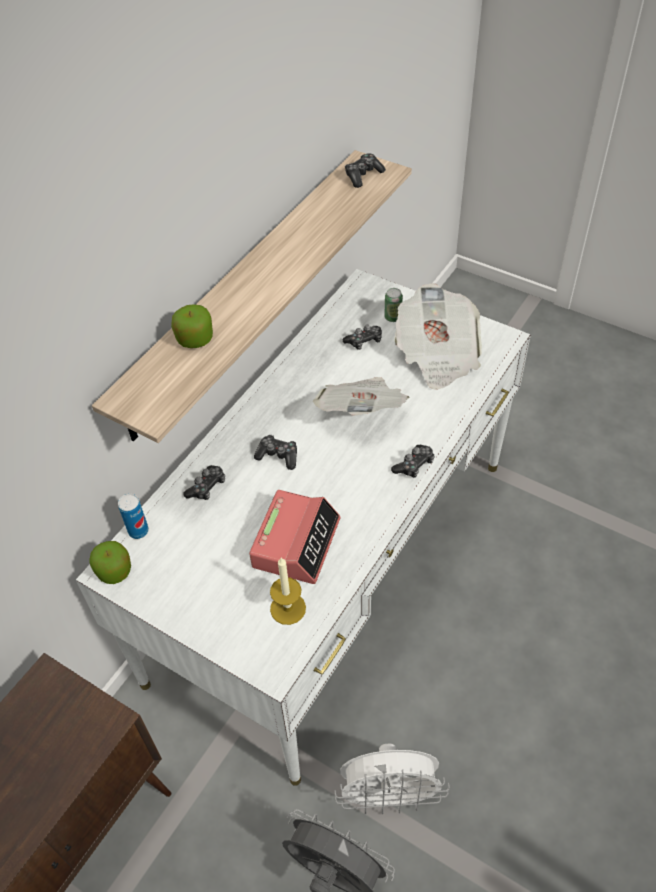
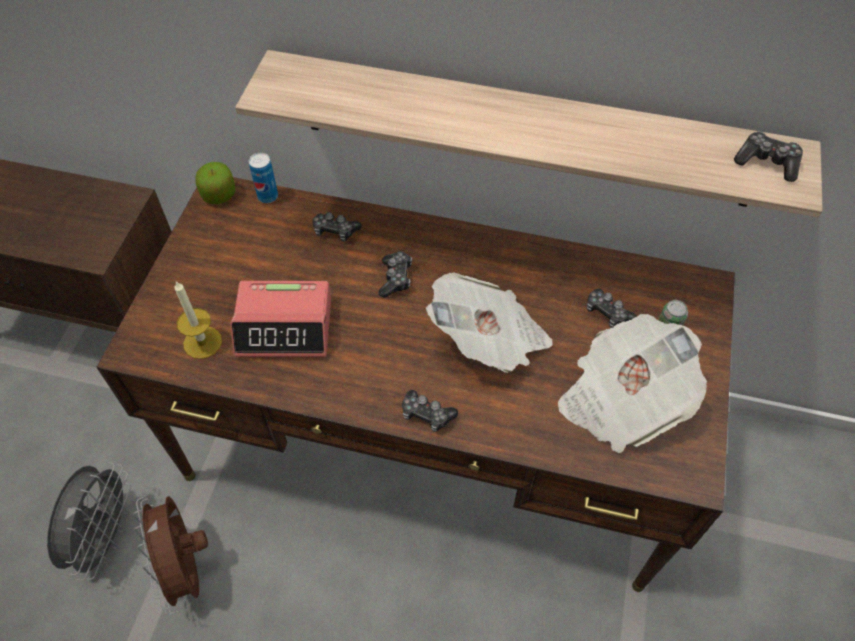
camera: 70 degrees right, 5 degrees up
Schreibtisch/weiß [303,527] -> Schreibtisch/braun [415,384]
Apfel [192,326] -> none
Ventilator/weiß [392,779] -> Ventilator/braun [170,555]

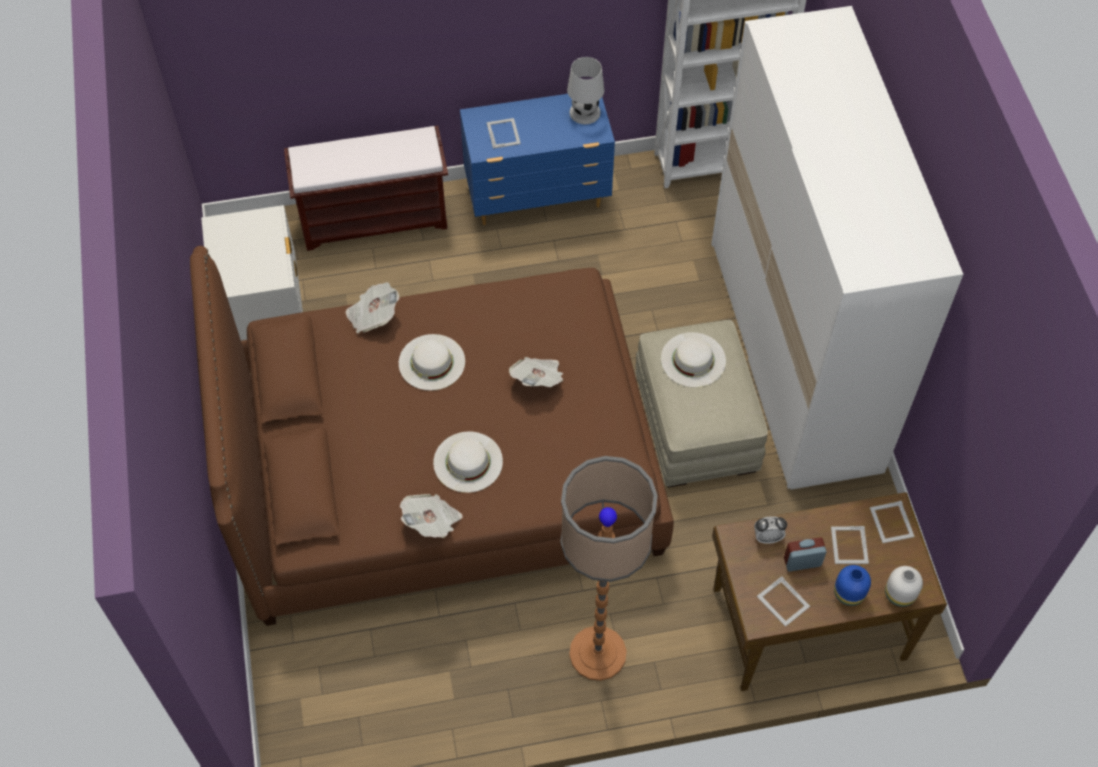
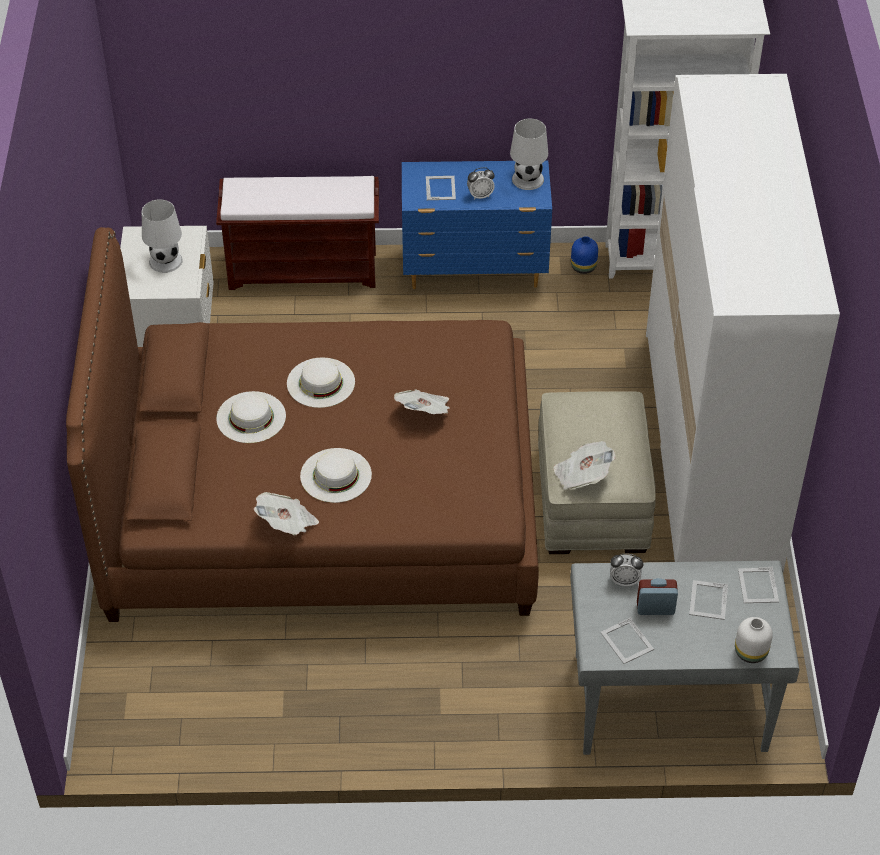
camera: 10 degrees right, 10 degrees down
Zeitung [372,308] -> Zeitung [584,465], moved
Stehlampe [609,568] -> none
Hut/weiß [693,359] -> Hut/weiß [251,417], moved
Schreibtisch/braun [829,591] -> Schreibtisch/grau [684,658]
Vase/blau [852,585] -> Vase/blau [584,255], moved
none -> Tischlampe/weiß [162,236]
none -> Wecker [481,183]

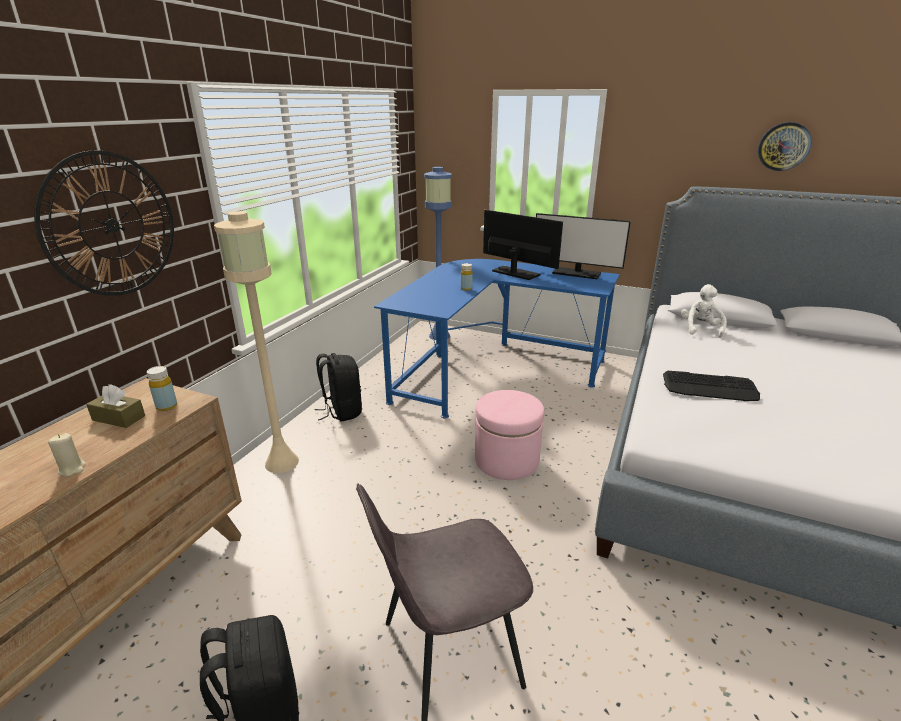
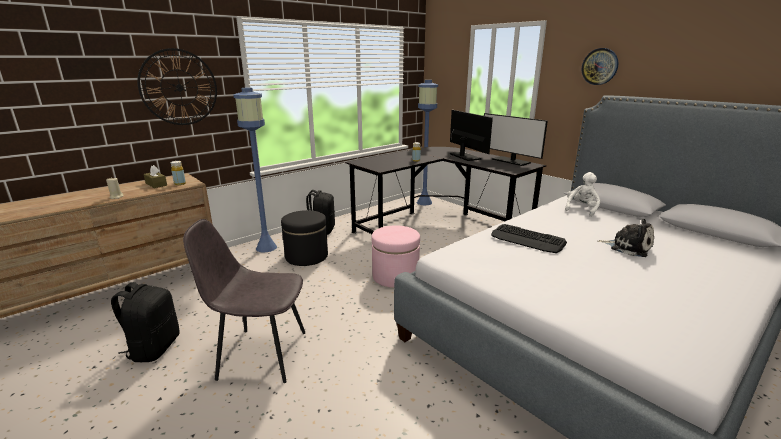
camera: 25 degrees right, 5 degrees down
Stehlampe/beige [256,342] -> Stehlampe/blau [255,170]
Schreibtisch/blau [496,338] -> Schreibtisch/schwarz [446,190]
Wanduhr [785,146] -> Wanduhr [600,66], moved
none -> Polsterhocker/schwarz [304,238]
none -> Plüschtier [626,238]

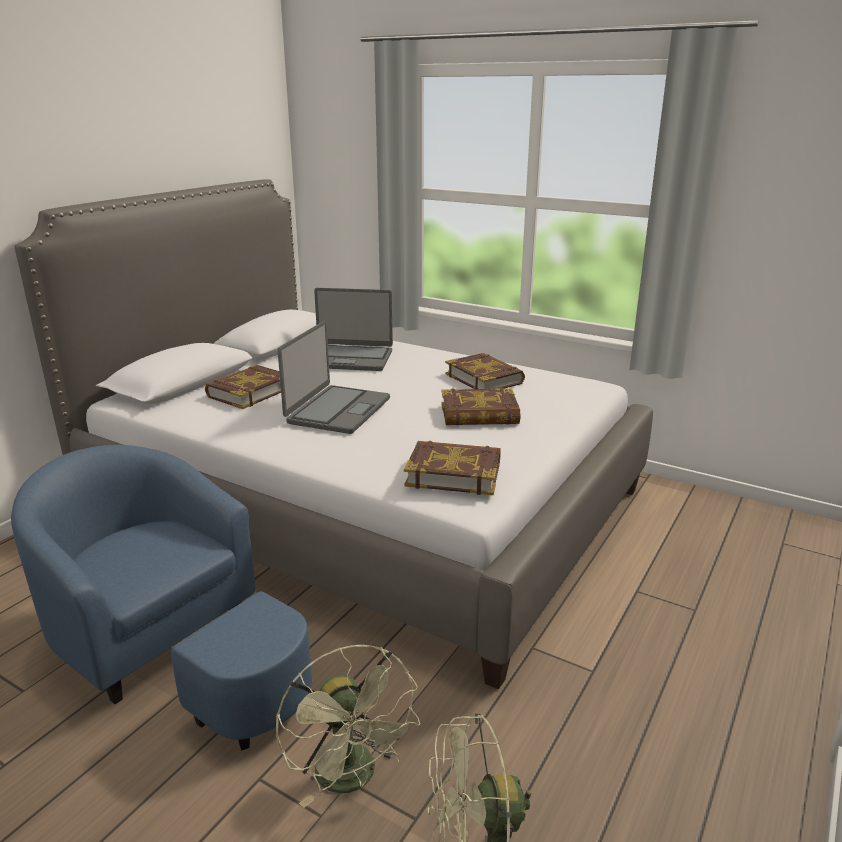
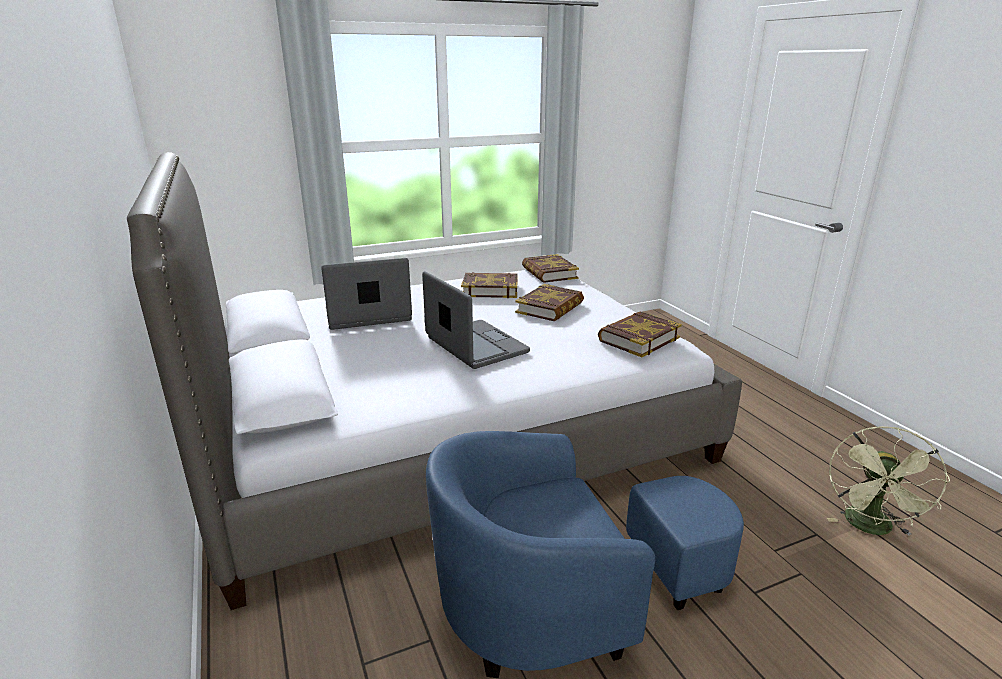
camera: 55 degrees left, 0 degrees up
Buch [243,387] -> Buch [550,268], moved
Ventilator/grün [348,726] -> none
Laptop [353,329] -> Laptop [366,294], 150 degrees counterclockwise

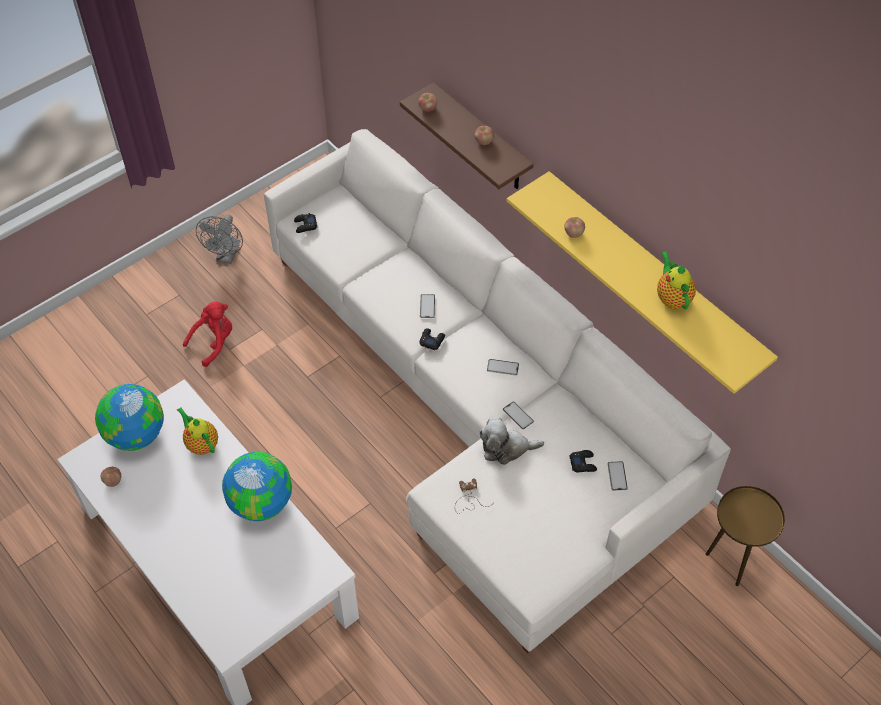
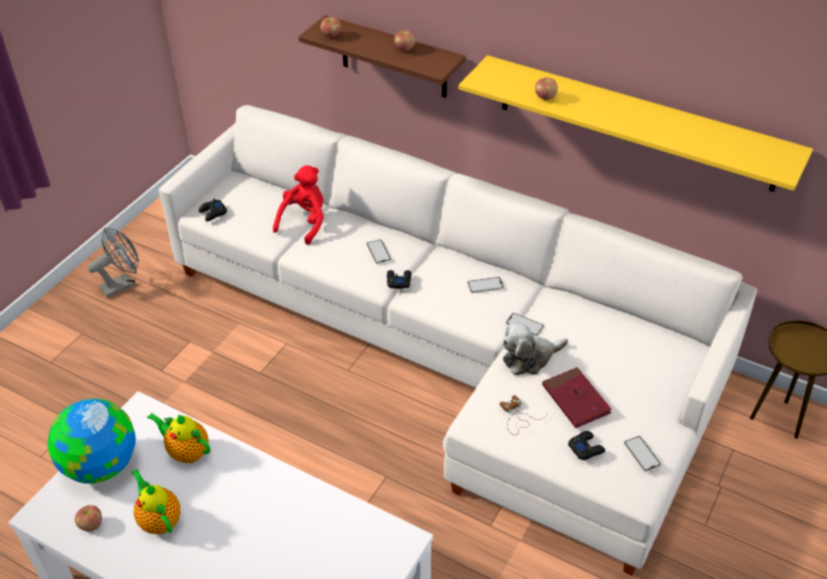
camera: 20 degrees left, 10 degrees down
Plüschtier/rot [207,334] -> Plüschtier/rot [298,205], moved
Ventilator/grau [219,239] -> Ventilator/grau [113,262], 120 degrees counterclockwise
Globus [257,486] -> none
Gamepad/schwarz [583,461] -> Gamepad/schwarz [586,445], moved
Handy [618,476] -> Handy [642,453], moved
Teekanne [676,280] -> Teekanne [155,501], moved
none -> Buch/rot [577,397]

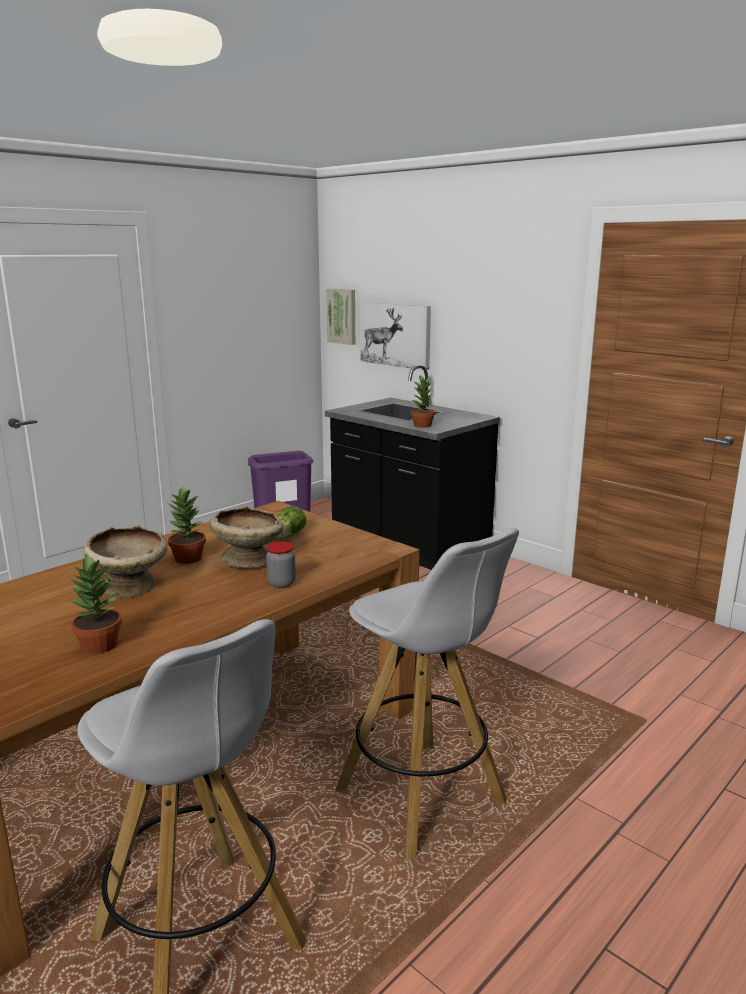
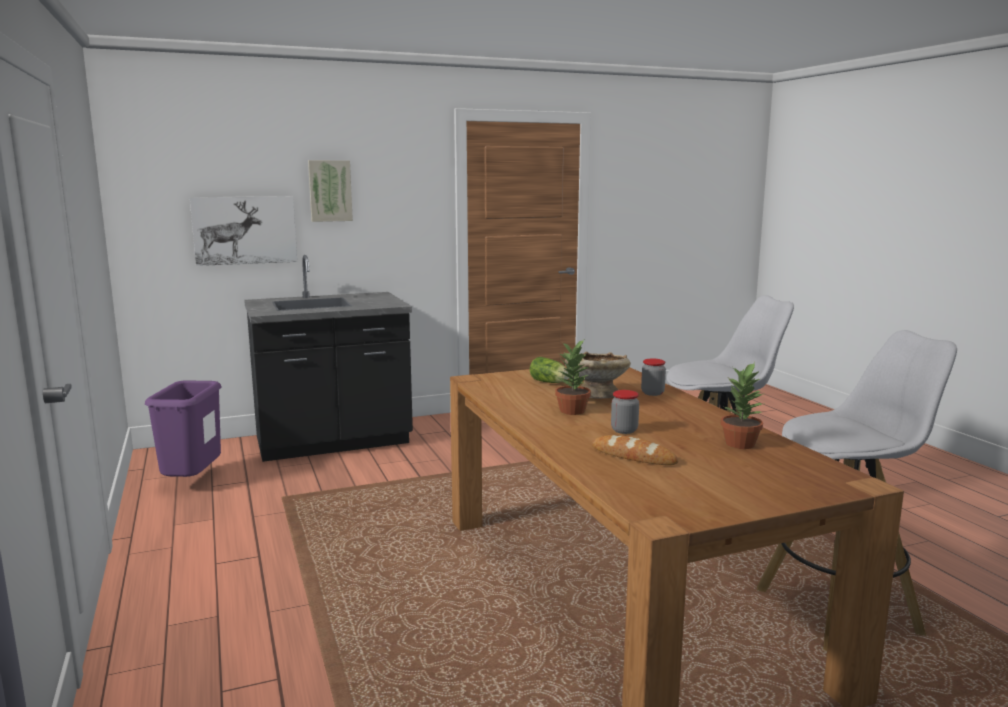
camera: 65 degrees left, 5 degrees down
Schüssel/beige [125,561] -> Vorratsglas [625,412]
Bild [340,317] -> Bild [330,191], moved
Topfpflanze [423,401] -> none
none -> Brot [635,450]

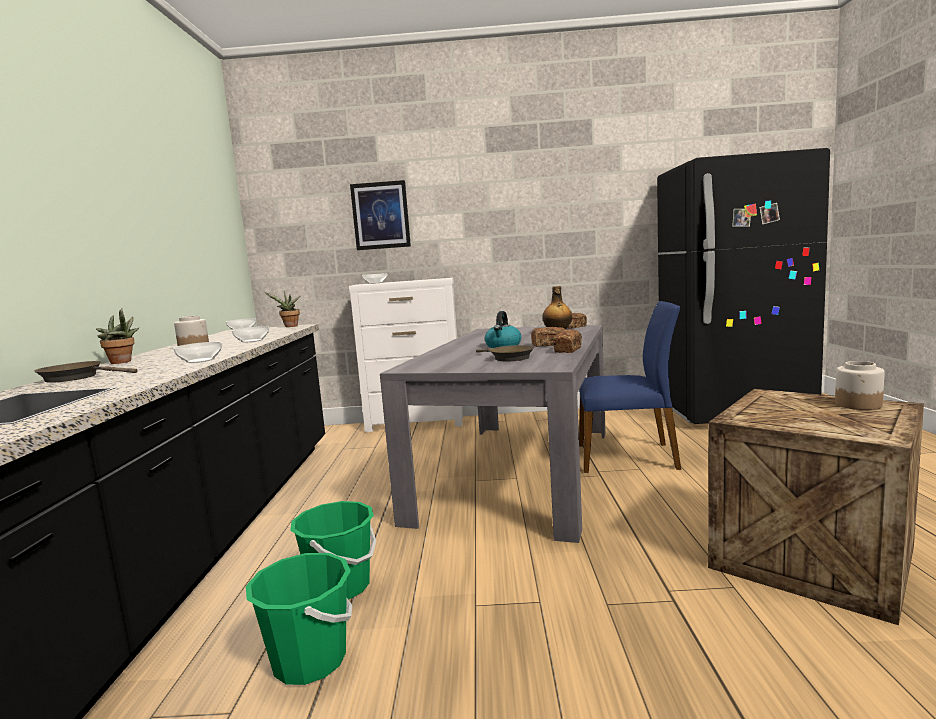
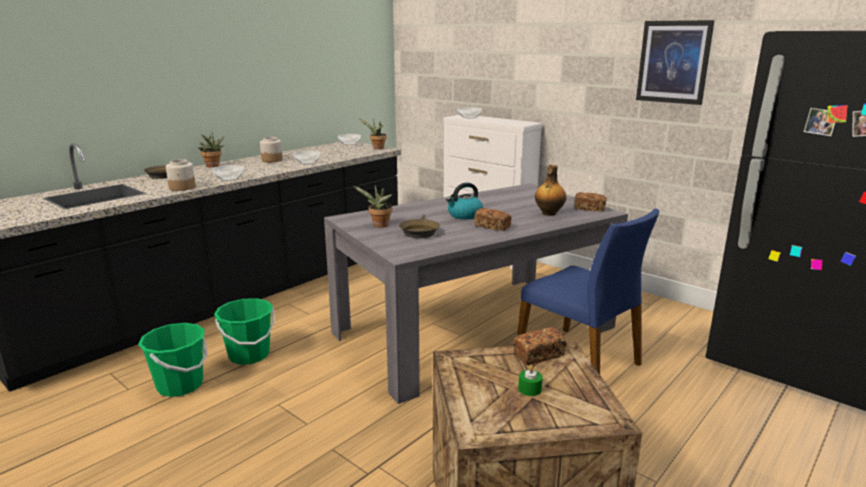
camera: 40 degrees right, 10 degrees up
Bild [380,215] -> Bild [675,62], moved
Brot [567,341] -> Brot [539,346], moved
Vorratsglas [860,385] -> Vorratsglas [181,175], moved
none -> Topfpflanze [372,206]
none -> Kerze/grün [530,380]

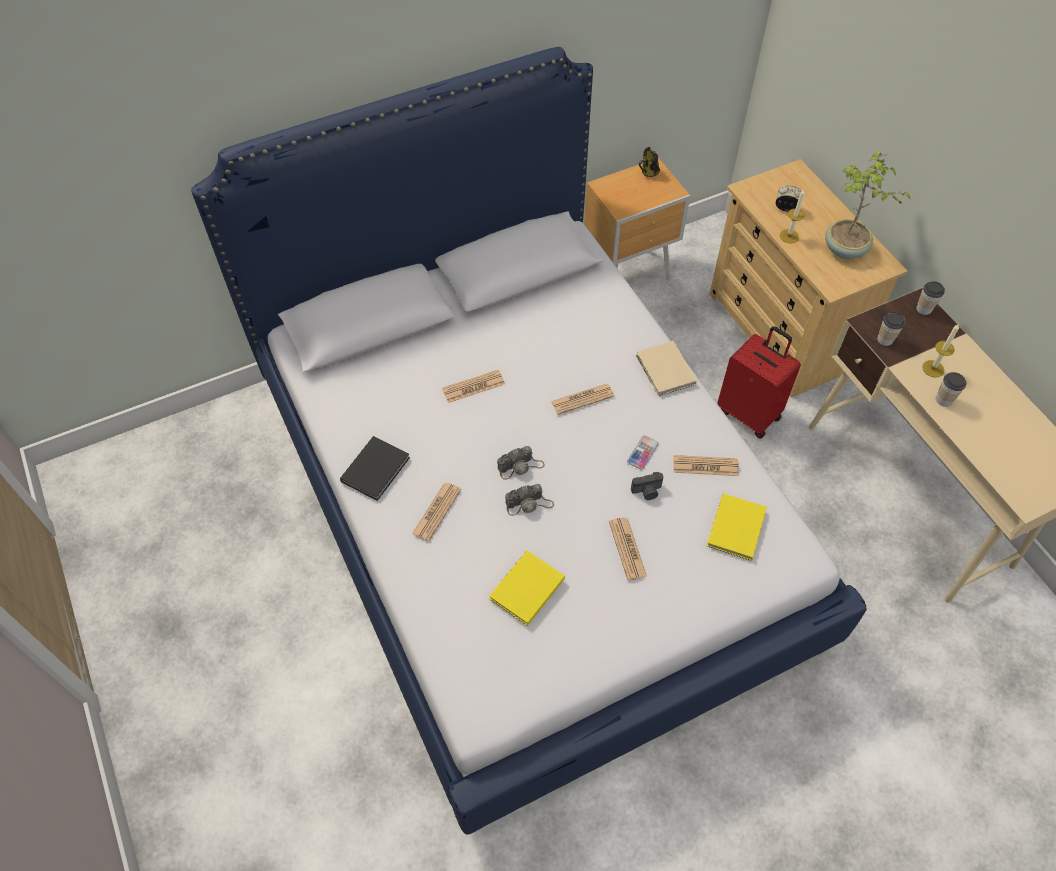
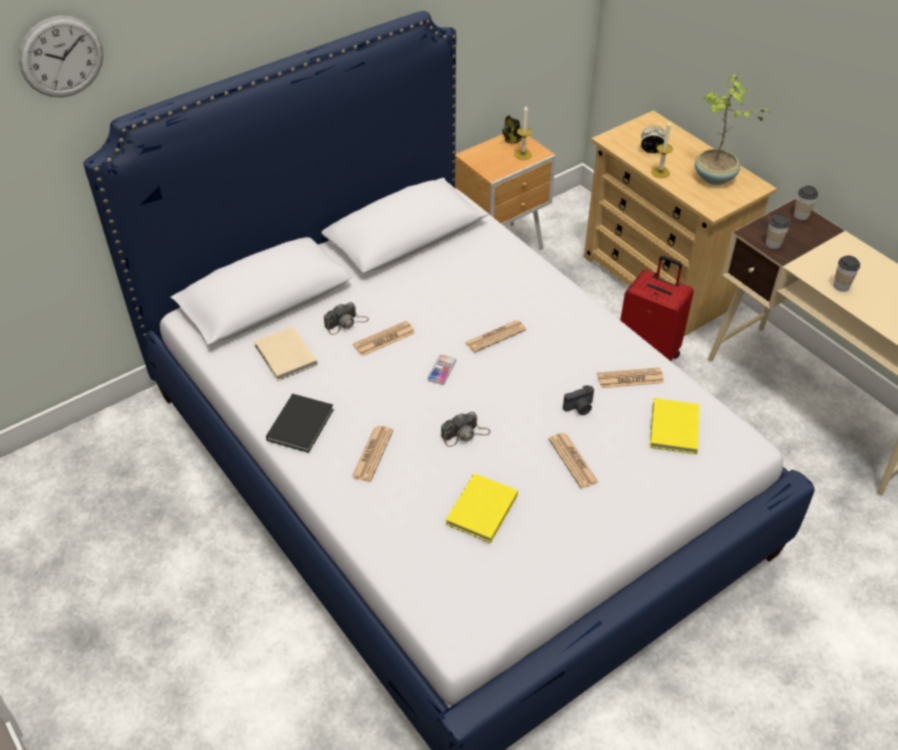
camera: 10 degrees left, 10 degrees down
Kamera [521,463] -> Kamera [346,318], moved
Handy [643,453] -> Handy [441,369], moved
Buch/beige [666,368] -> Buch/beige [285,353], moved
Kerze [940,350] -> Kerze [523,133], moved
none -> Wanduhr [61,56]

